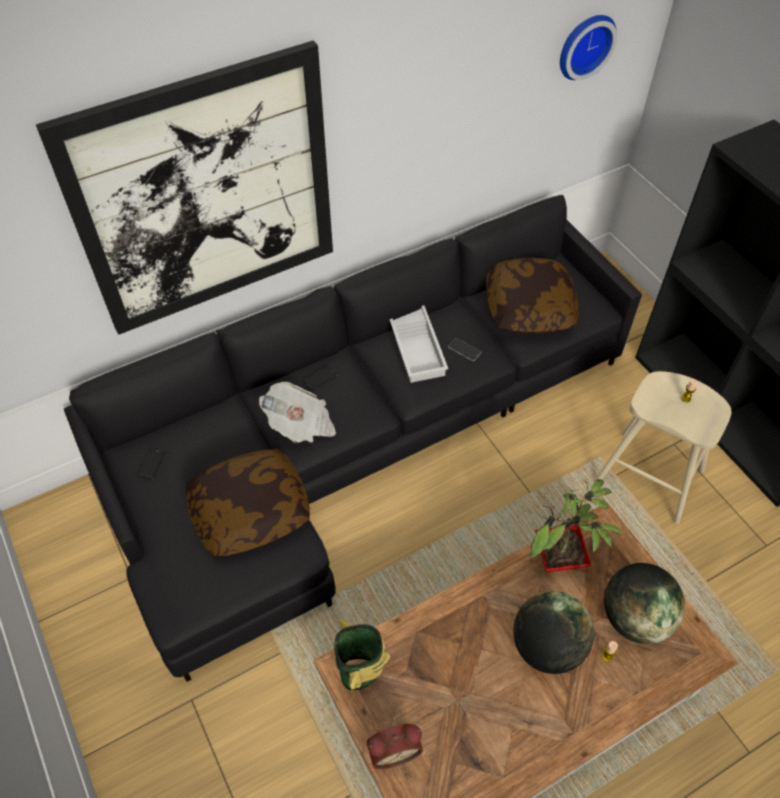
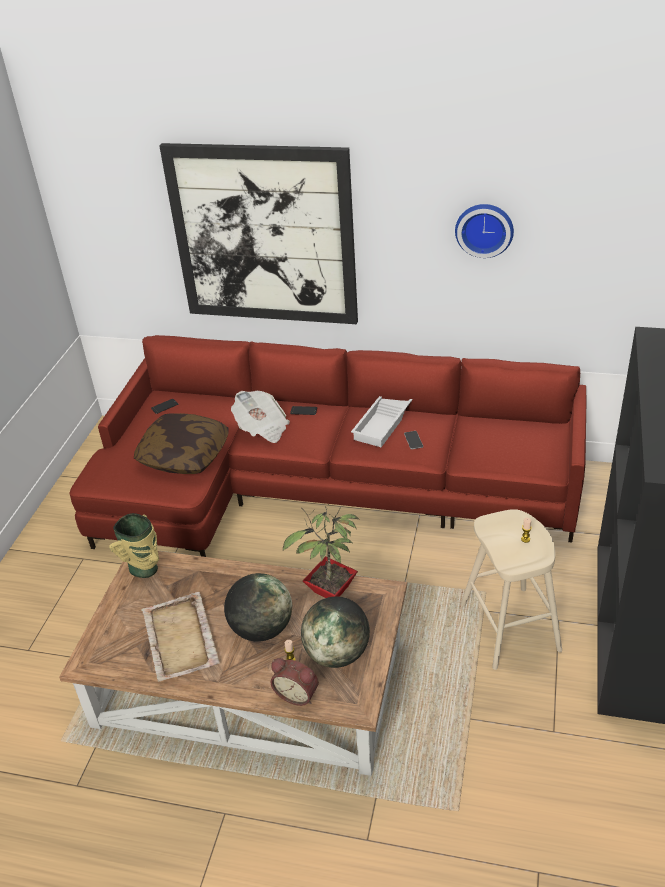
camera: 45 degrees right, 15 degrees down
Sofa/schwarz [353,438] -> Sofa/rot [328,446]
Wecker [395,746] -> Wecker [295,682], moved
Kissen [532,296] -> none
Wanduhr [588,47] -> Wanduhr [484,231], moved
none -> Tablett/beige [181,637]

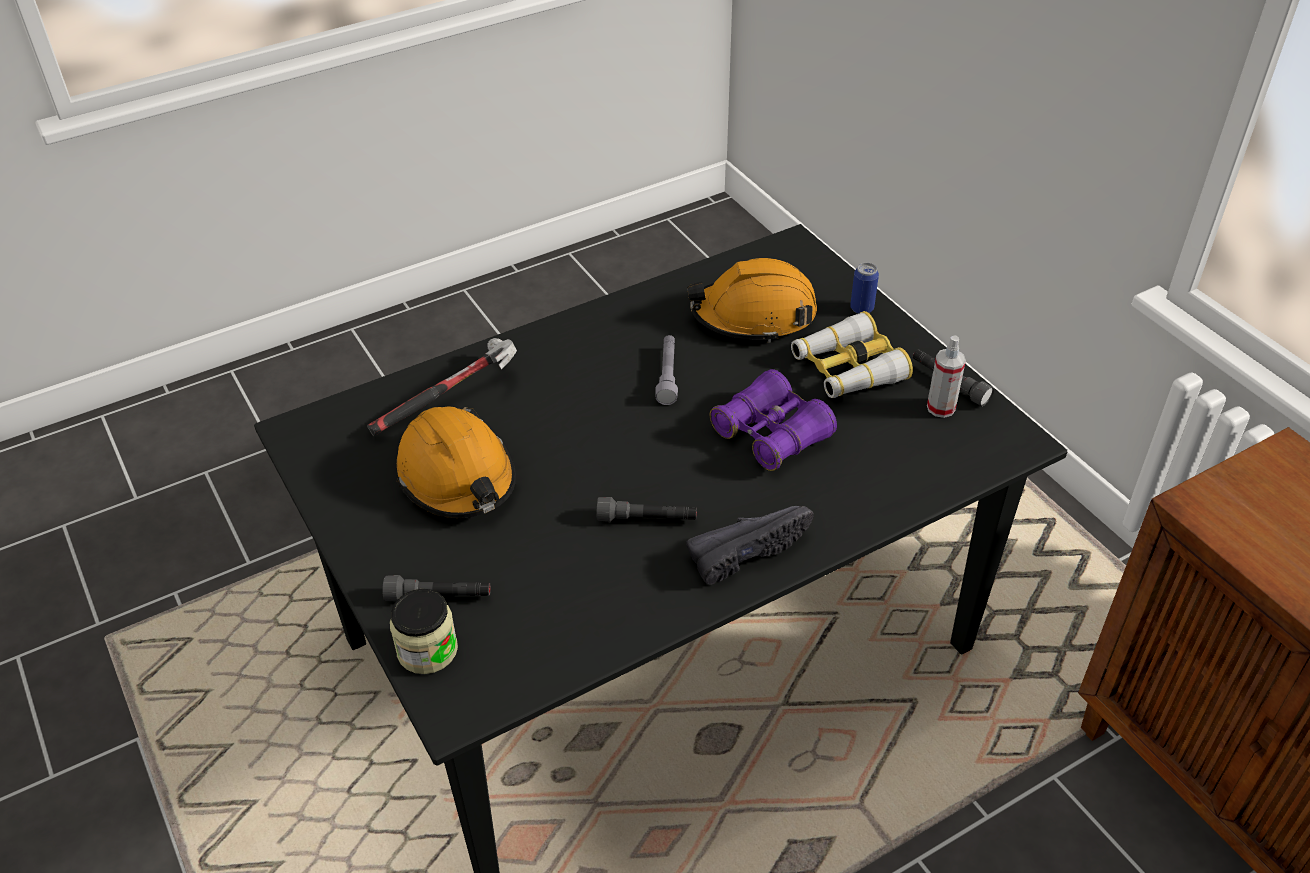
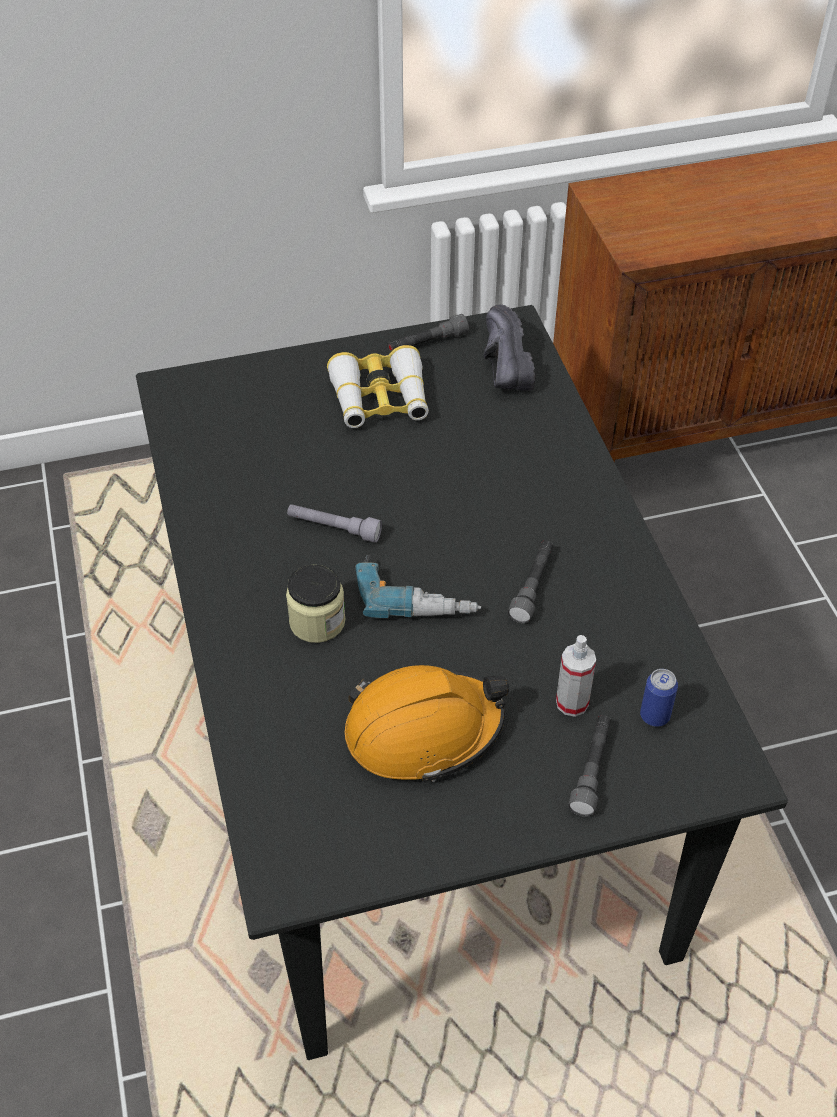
camera: 75 degrees left, 5 degrees up
Hammer [442,387] -> none
Vorratsglas [424,631] -> Vorratsglas [316,604], moved
Schuh/schwarz [750,545] -> Schuh/schwarz [510,347], moved
Schutzhelm/orange [752,300] -> none
Fernglas/lila [773,420] -> none
Dose [864,288] -> Dose [659,698], moved
Sprühflasche [946,376] -> Sprühflasche [576,676], moved
none -> Bohrmaschine [418,586]

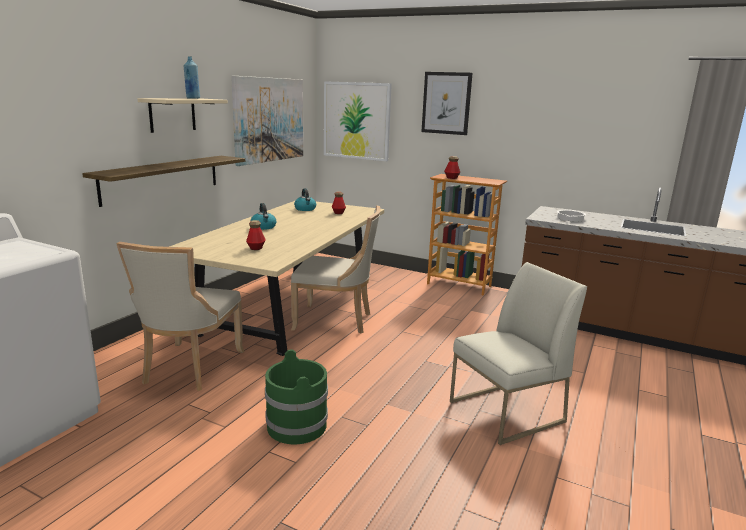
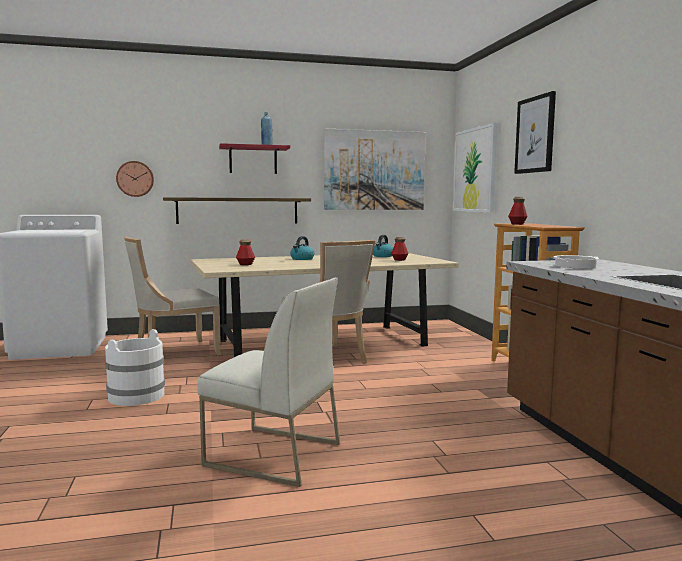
camera: 50 degrees right, 10 degrees down
Wandregal/beige [182,115] -> Wandregal/rot [254,158]
Eimer/grün [296,396] -> Eimer/weiß [135,367]
none -> Wanduhr [135,179]

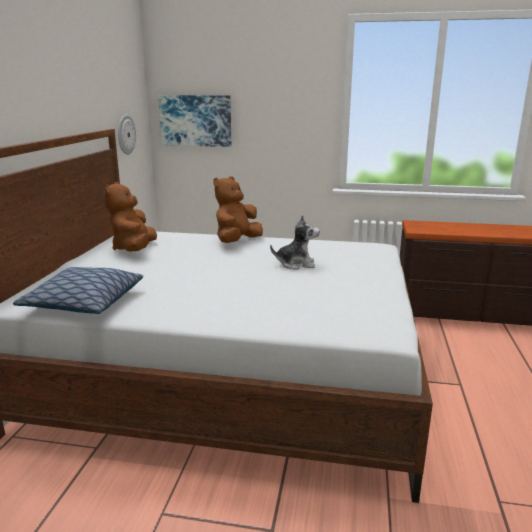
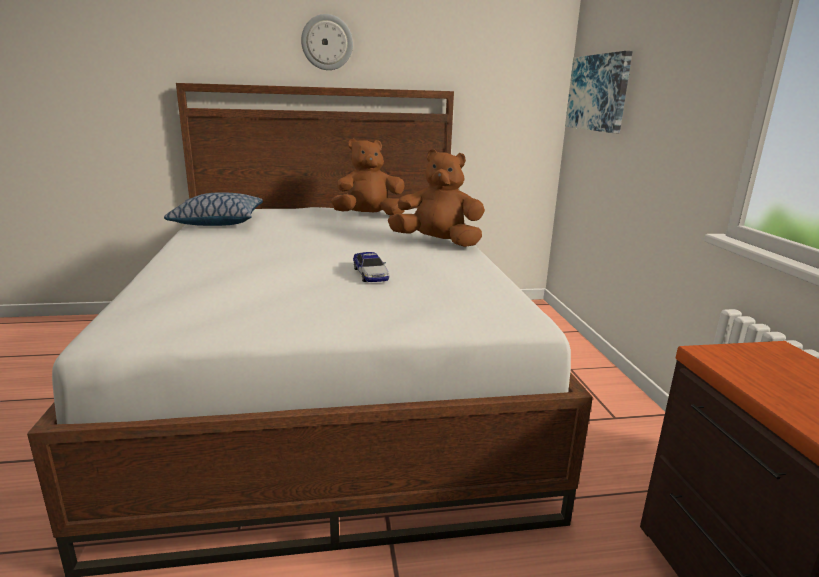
camera: 70 degrees right, 0 degrees up
Wanduhr [127,134] -> Wanduhr [327,42], moved
Plüschtier [295,242] -> Spielzeugauto [371,267]

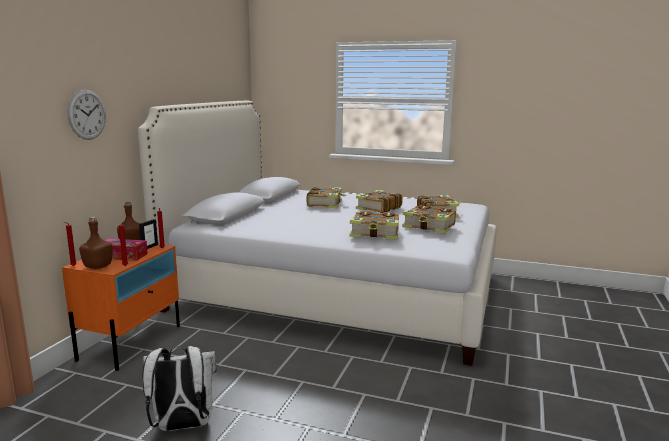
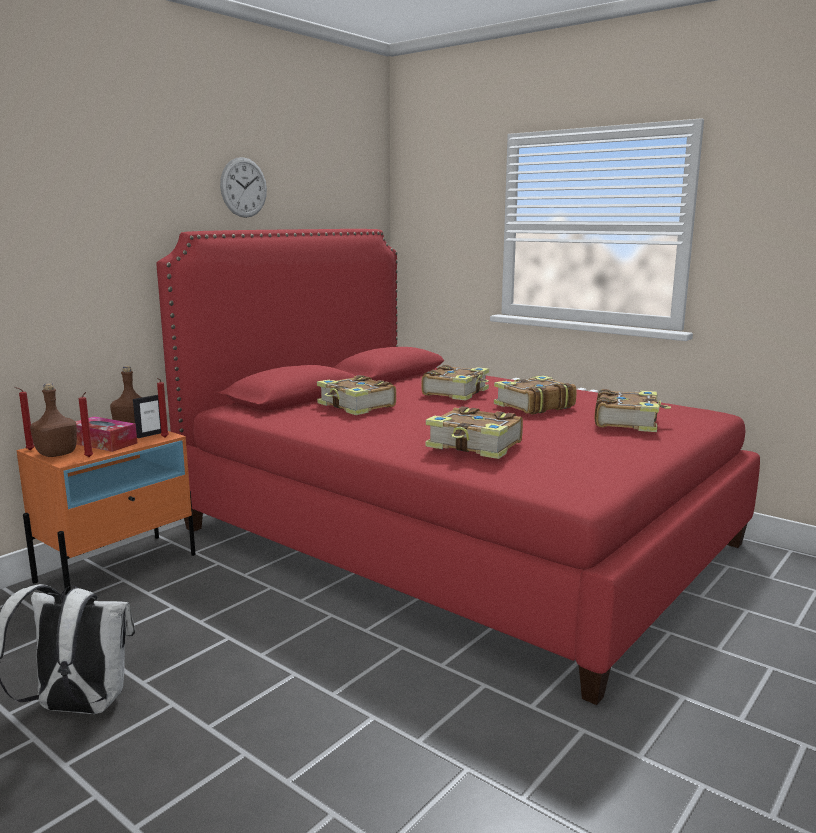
camera: 20 degrees right, 0 degrees up
Wanduhr [86,115] -> Wanduhr [243,187], moved
Bett/weiß [317,233] -> Bett/rot [458,467]
Buch [429,219] -> Buch [356,395], moved

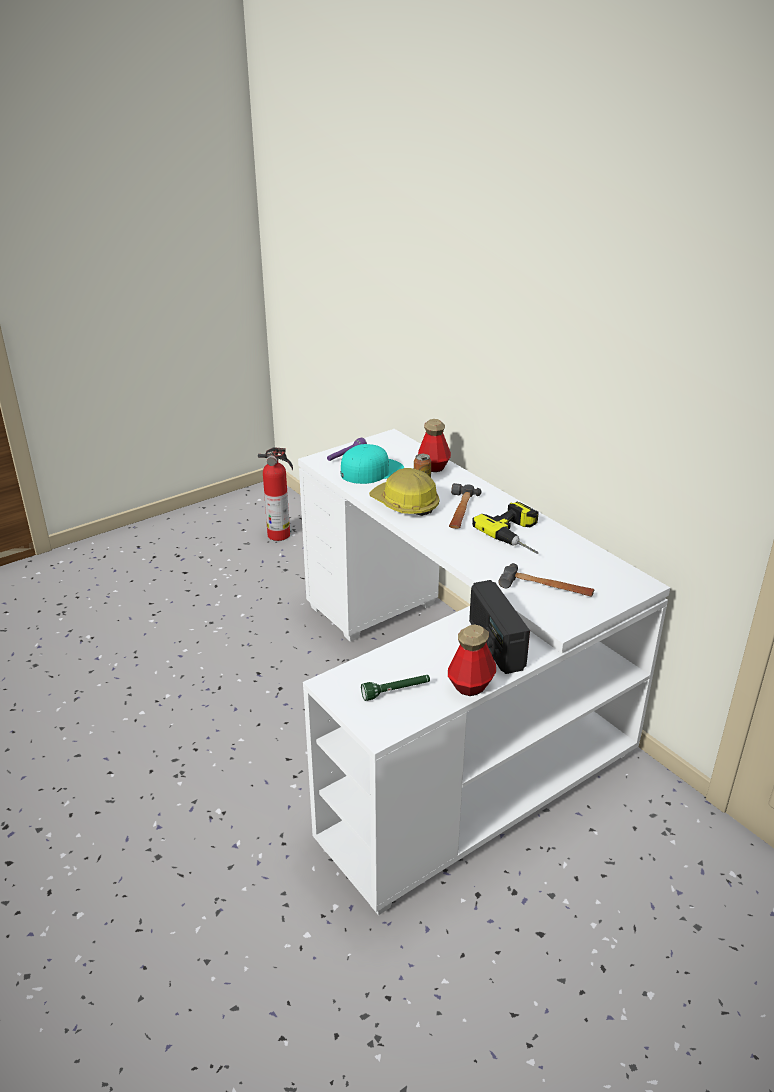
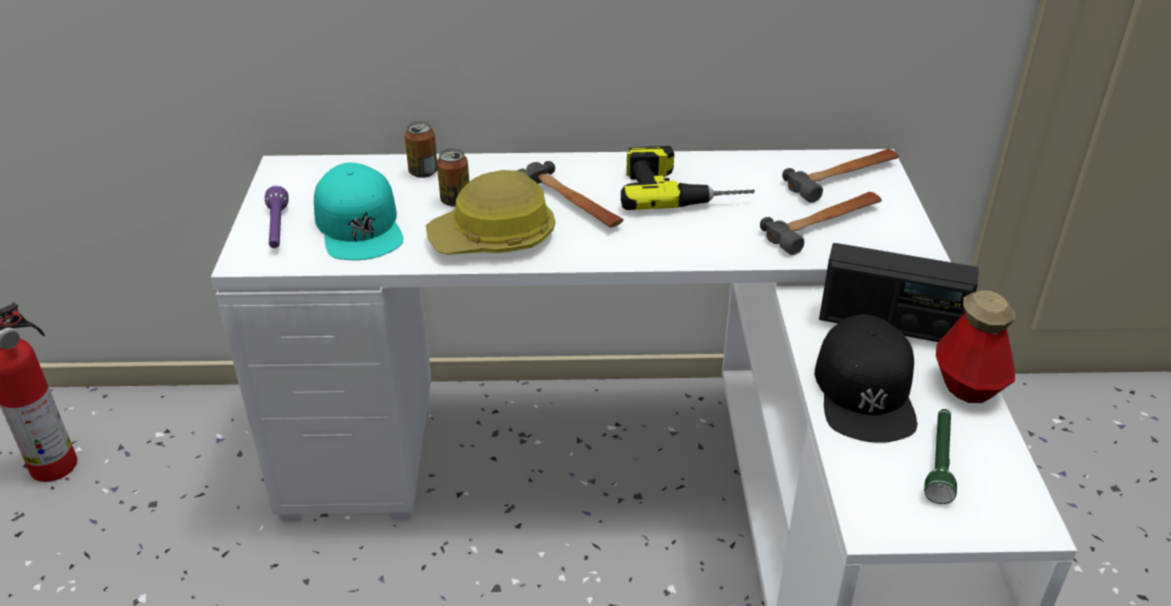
camera: 55 degrees left, 5 degrees up
Kappe/türkis [373,464] -> Kappe/türkis [358,211], 150 degrees clockwise
Flasche [434,445] -> Dose [421,149]
none -> Hammer [840,176]
none -> Kappe/schwarz [865,378]

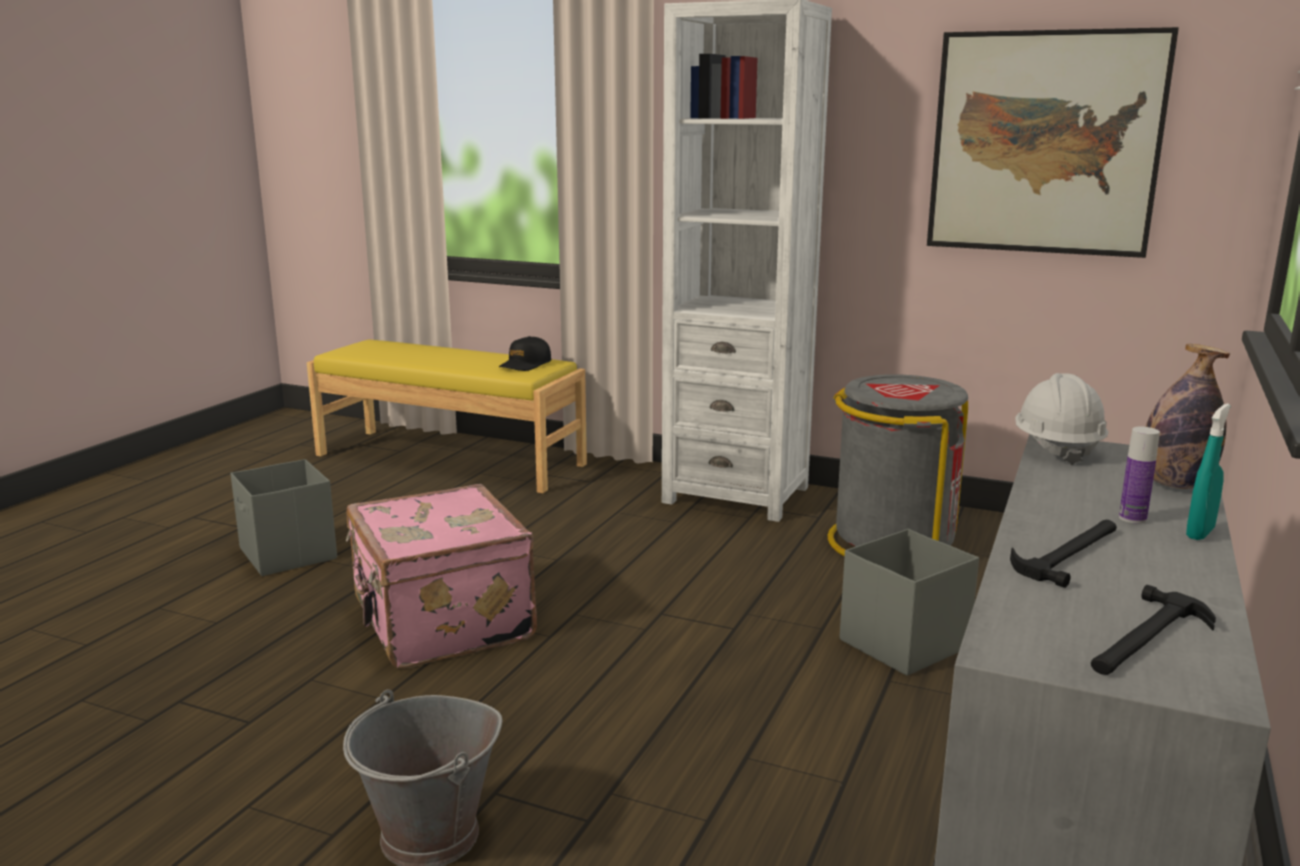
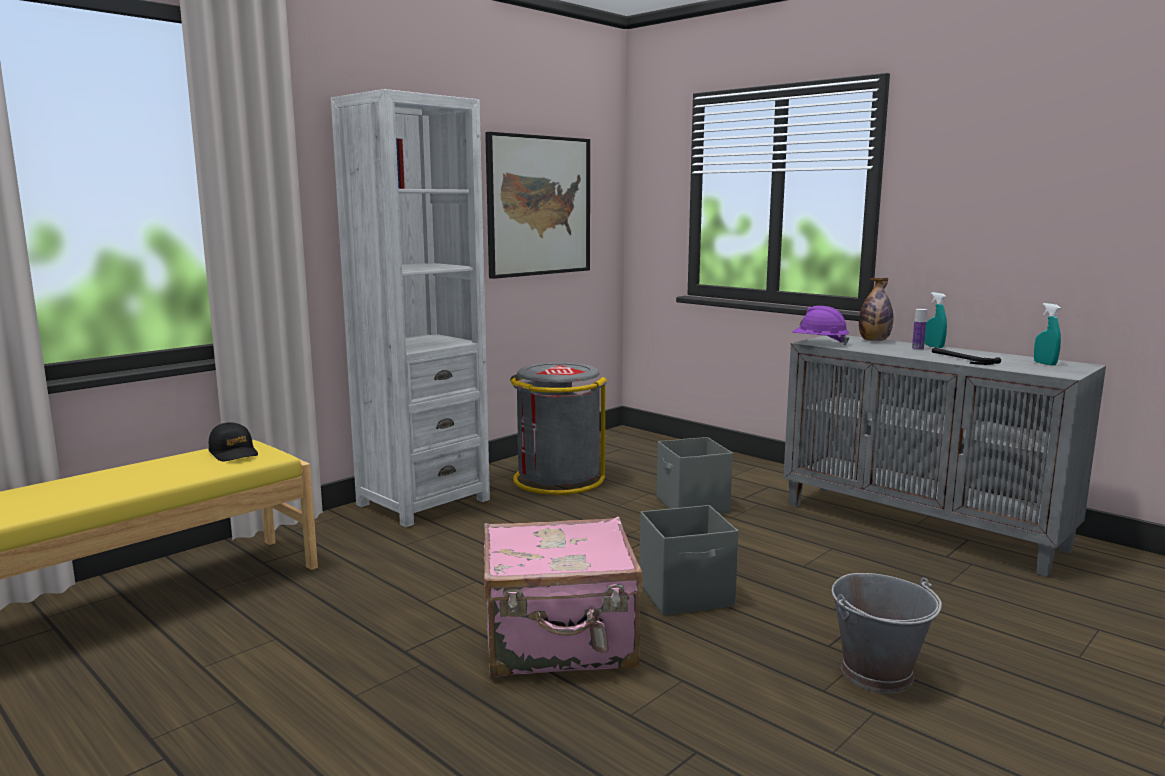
camera: 70 degrees left, 5 degrees down
Aufbewahrungsbox/grau [283,517] -> Aufbewahrungsbox/grau [689,560], moved
Schutzhelm/weiß [1061,419] -> Schutzhelm/lila [821,325]
Hammer [1153,630] -> Sprühflasche/türkis [1047,334]

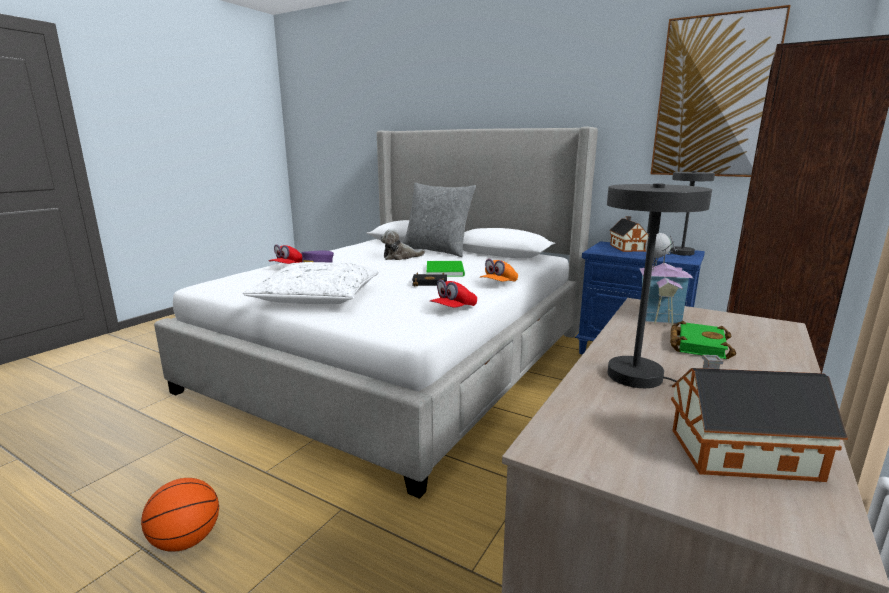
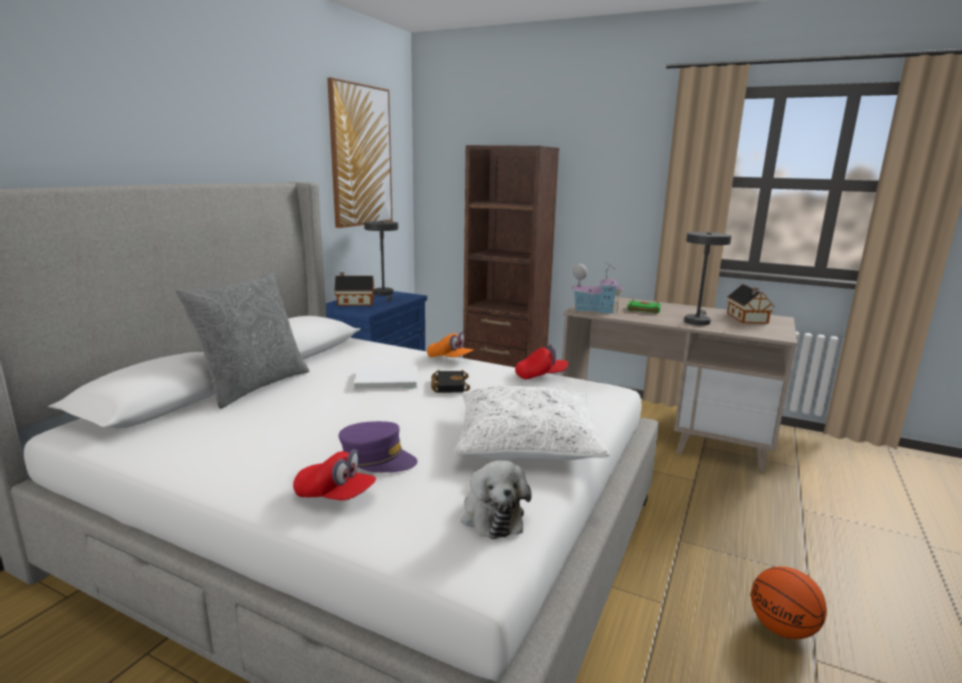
camera: 95 degrees left, 0 degrees up
Plüschtier [402,244] -> Plüschtier [496,499], moved
Buch/grün [446,269] -> Buch/weiß [385,377]
Kappe/rot [453,294] -> Kappe/rot [542,361], 45 degrees counterclockwise

